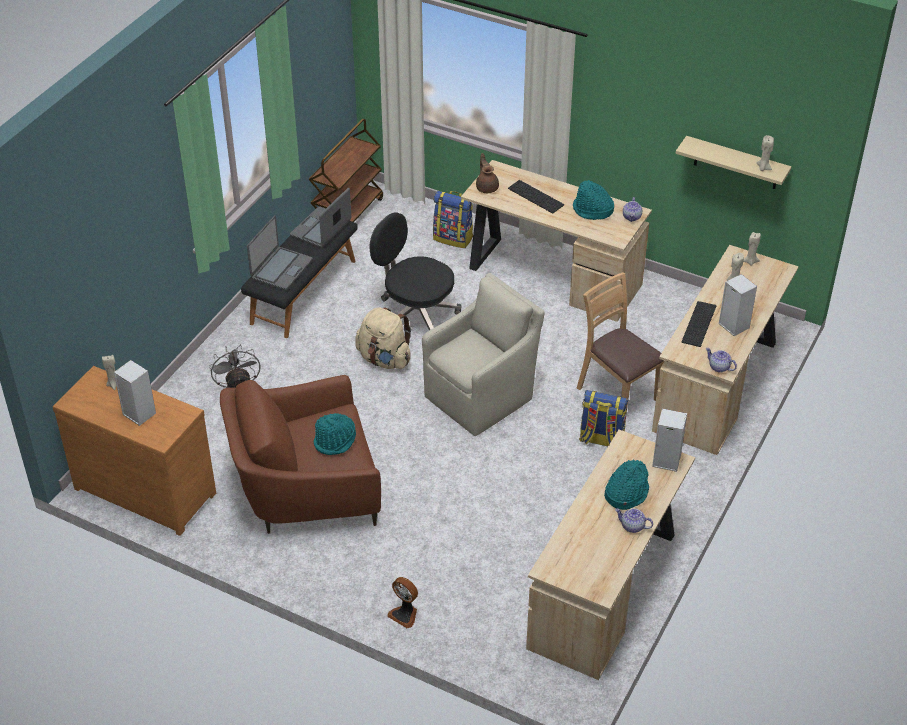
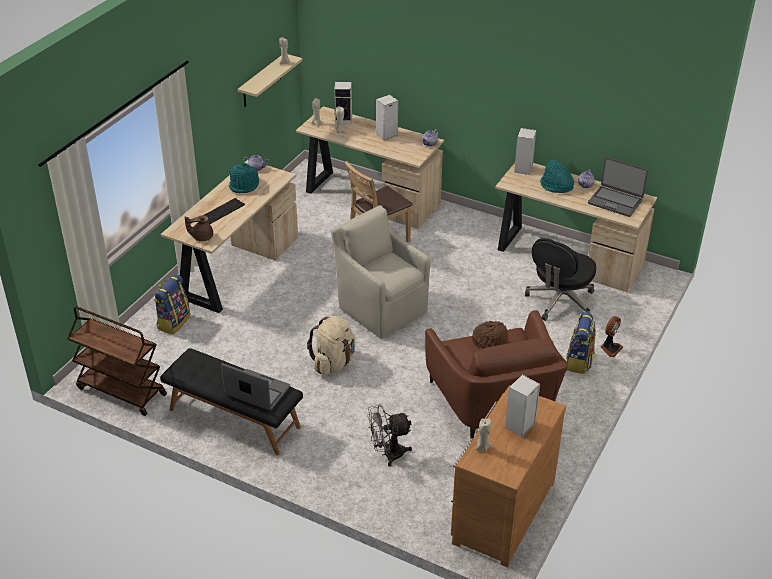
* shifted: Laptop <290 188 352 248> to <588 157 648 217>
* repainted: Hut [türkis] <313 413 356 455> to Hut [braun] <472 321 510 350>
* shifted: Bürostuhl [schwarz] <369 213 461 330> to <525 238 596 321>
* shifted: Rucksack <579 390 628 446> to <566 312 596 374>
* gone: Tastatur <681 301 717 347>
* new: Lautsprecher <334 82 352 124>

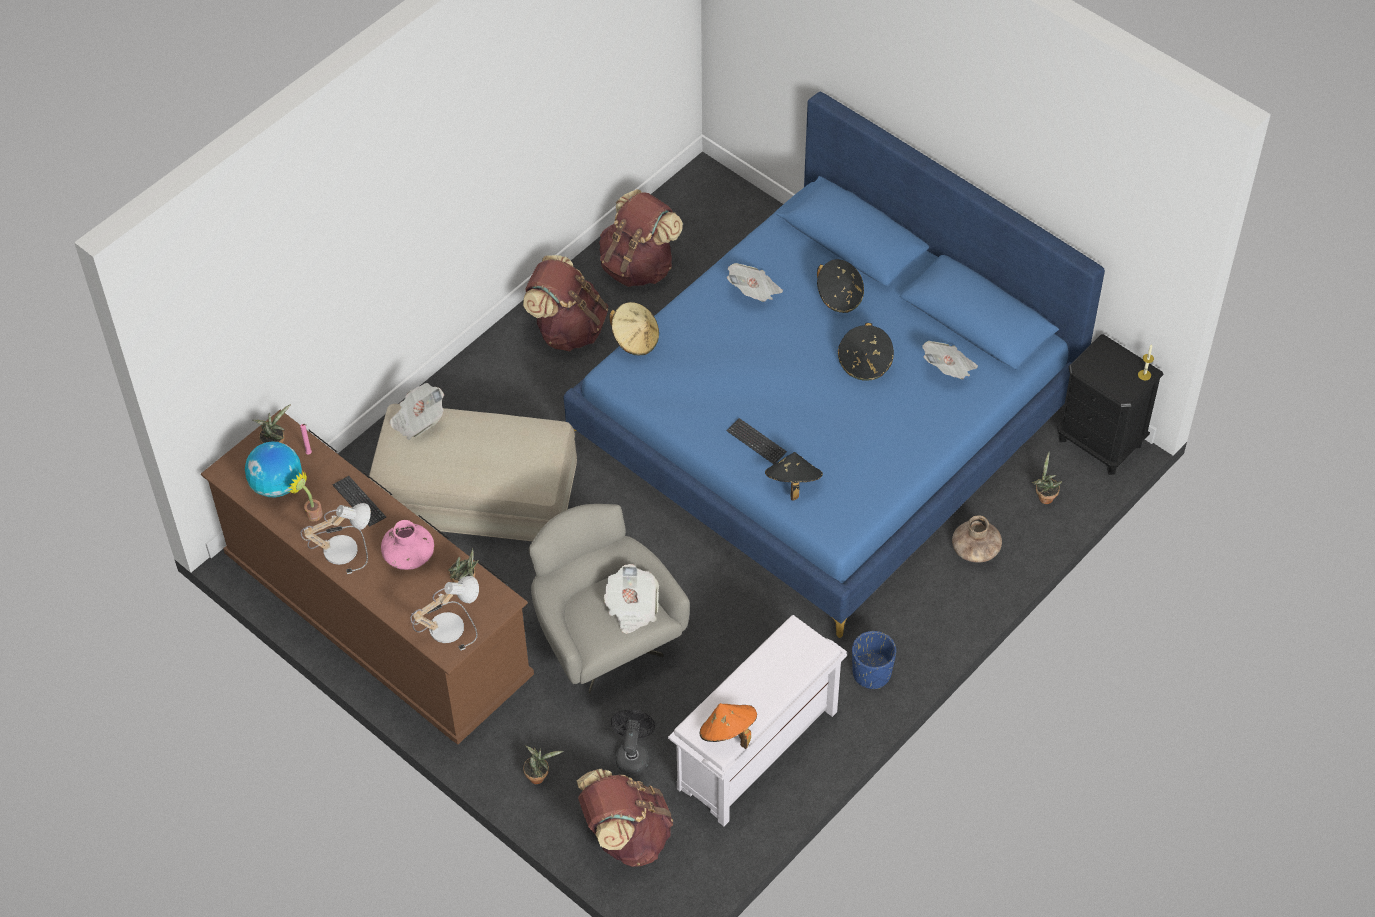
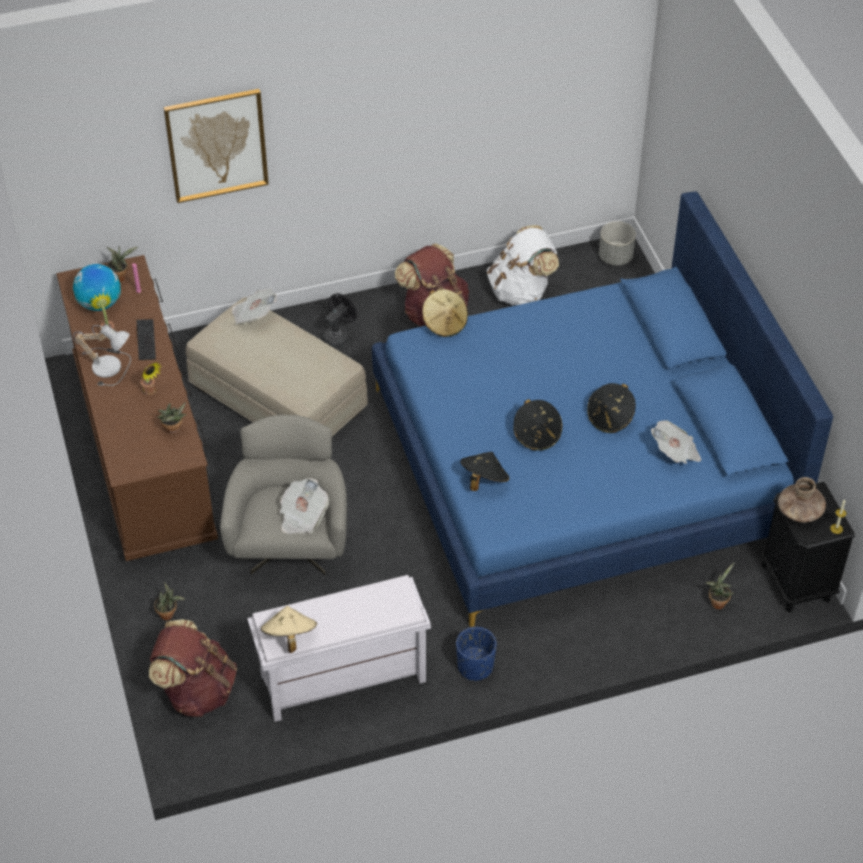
* swapped: Vase [rosa] <381 520 434 570> to Topfpflanze <140 362 162 396>
* gone: Tischlampe <410 576 479 651>
* repainted: Rucksack [braun] <599 189 683 287> to Rucksack [weiß] <487 225 559 305>
* shifted: Ventilator [schwarz] <611 709 655 774> to <323 293 357 348>
* repainted: Hut [orange] <700 703 757 749> to Hut [beige] <261 606 317 653>
* gone: Zeitung <726 263 783 302>
* gone: Tastatur <727 418 787 464>
* shifted: Hut [schwarz] <817 259 864 313> to <514 399 563 451>
* shifted: Vase [braun] <952 515 1002 563> to <778 477 826 523>
* new: Bild <164 89 269 203>
* new: Pflanzkübel [grau] <599 221 636 265>

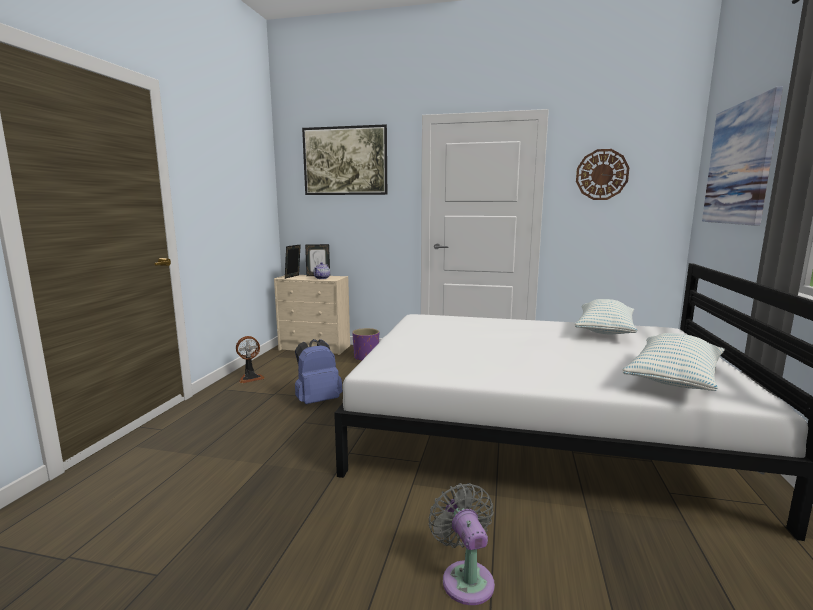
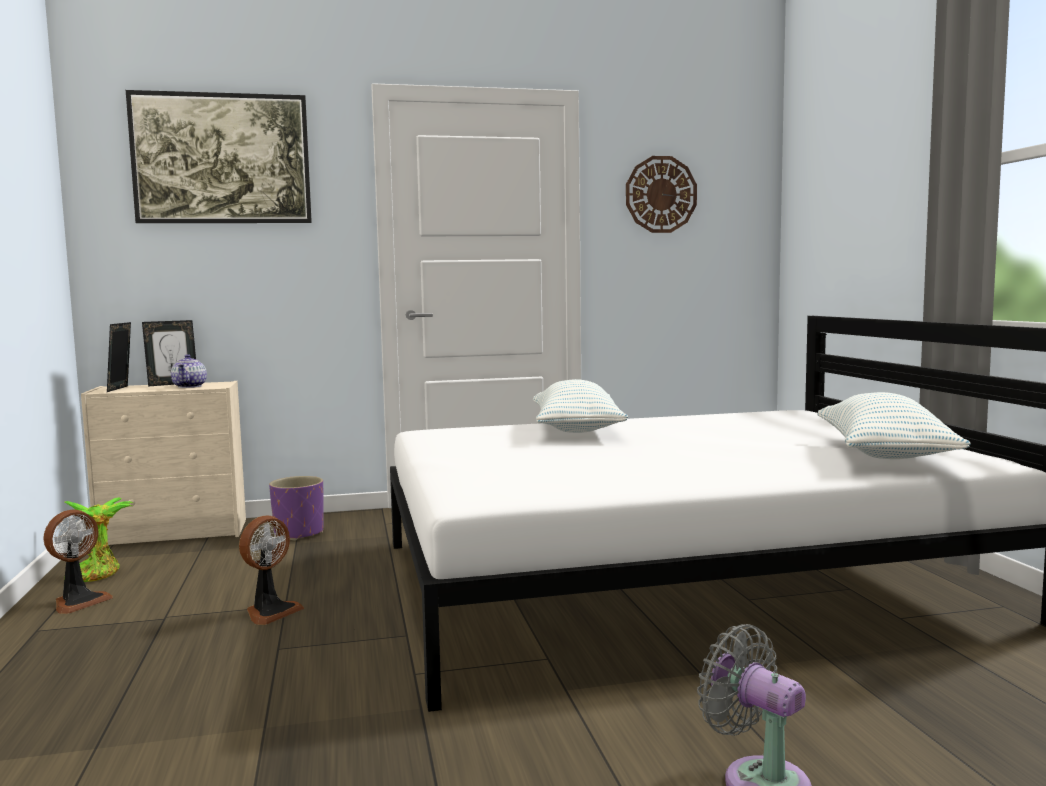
* swapped: Rucksack [blau] <295 339 343 404> to Ventilator <239 515 304 625>
* shifted: Kissen <575 299 638 335> to <533 379 628 433>
* gone: Bild <702 87 783 226>
* new: Topfpflanze <64 497 133 582>

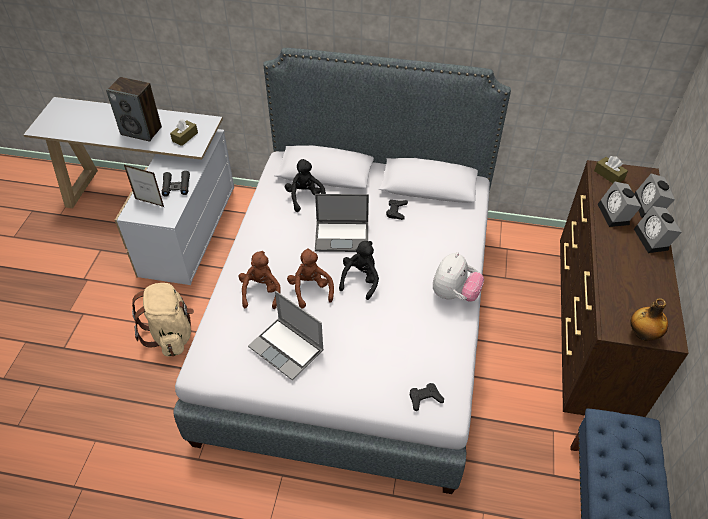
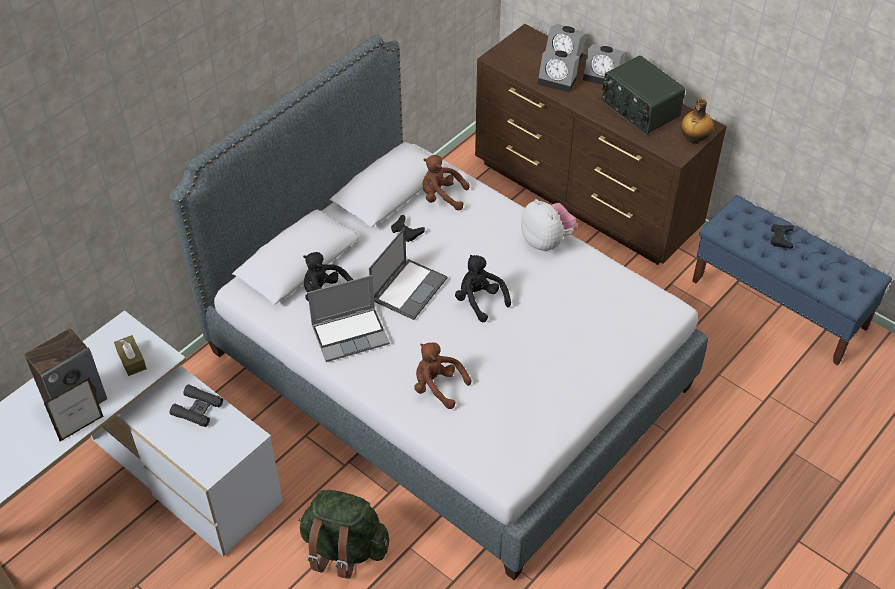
* shifted: Bilderrahmen <124 165 164 207> to <44 378 103 441>
* repainted: Rucksack [beige] <132 283 194 356> to Rucksack [grün] <299 490 389 579>
* shifted: Laptop <248 291 324 380> to <308 275 390 362>
* shifted: Plüschtier [braun] <287 248 334 309> to <422 155 470 211>
* shifted: Gamepad [schwarz] <410 383 444 411> to <770 224 794 249>
* gone: Taschentuchbox [braun] <594 156 628 183>
* new: Radio <602 55 685 135>

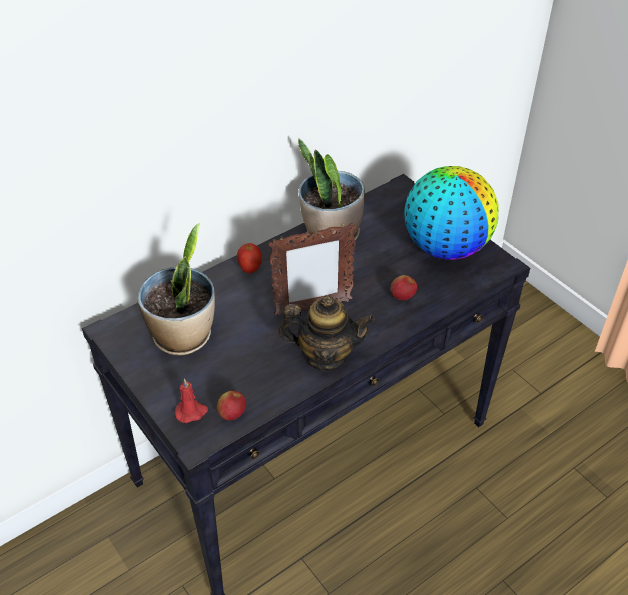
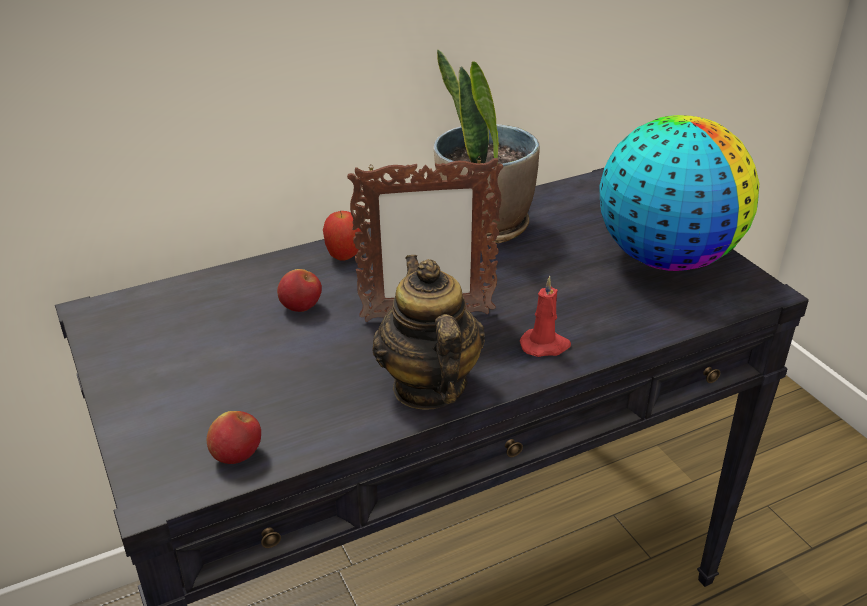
* gone: Topfpflanze <137 223 215 355>
* shifted: Kerze [rot] <175 378 208 423> to <520 276 571 357>
* rotated: Teekanne <278 295 375 371> = <372 255 485 409> 120 degrees counterclockwise
* shifted: Apfel <391 275 417 300> to <277 269 322 312>

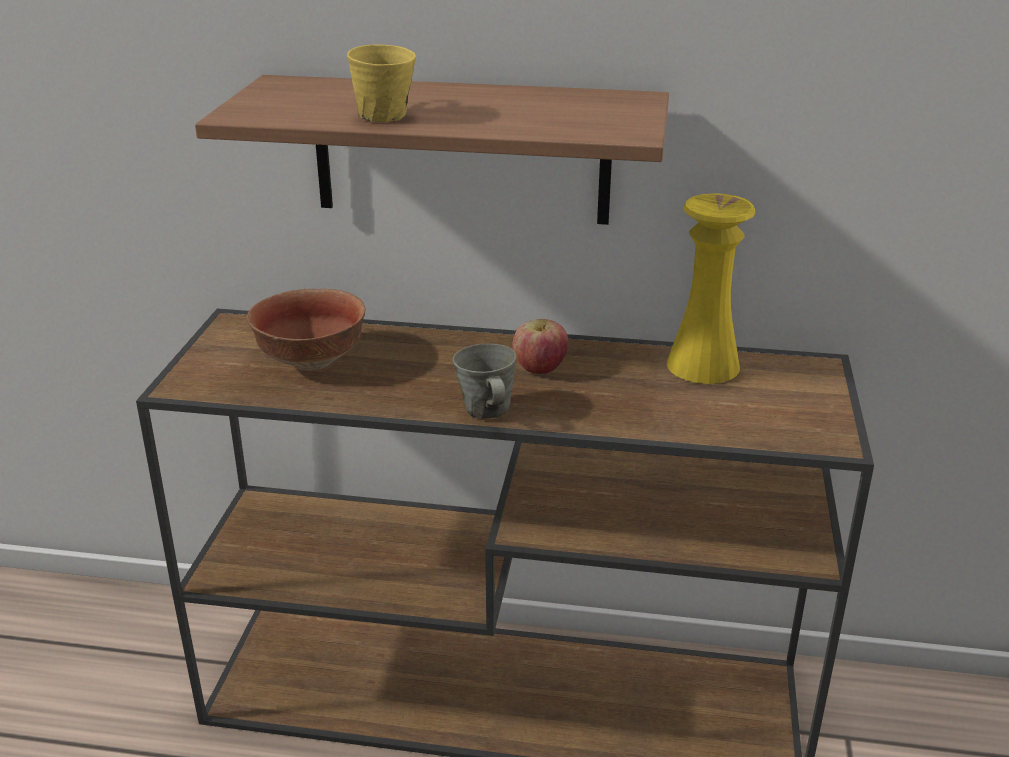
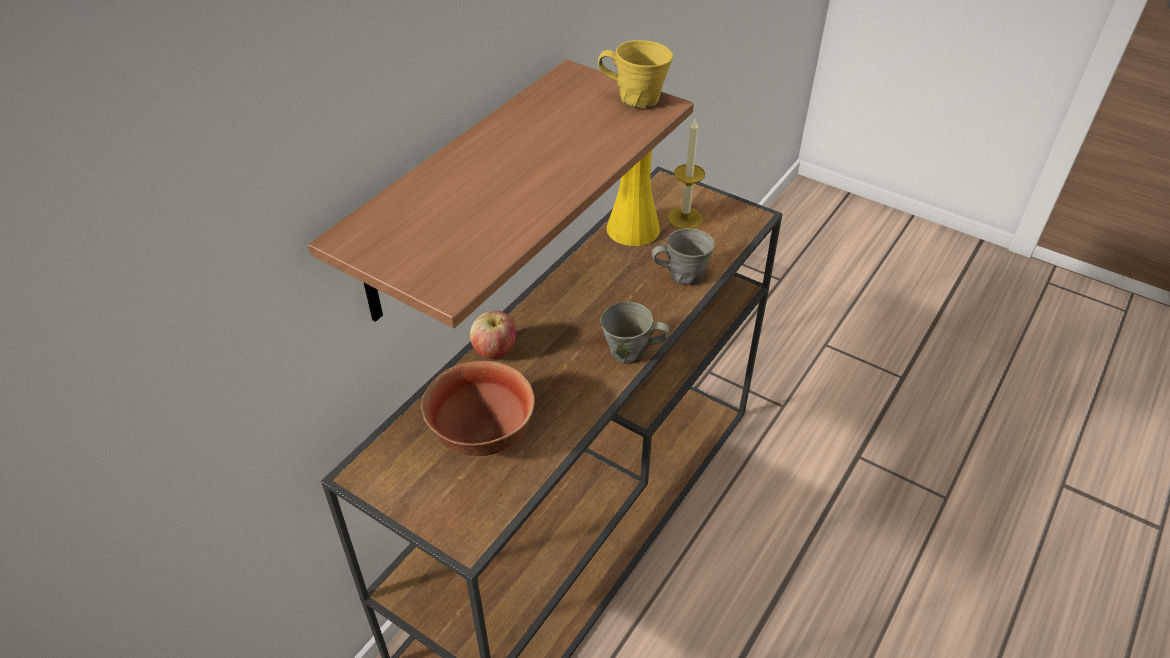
* shifted: Henkelbecher [gelb] <347 45 416 122> to <598 40 673 108>
* shifted: Apfel <512 319 568 374> to <470 311 516 359>
* new: Henkelbecher [grau] <652 228 715 285>
* new: Kerze <667 119 705 229>

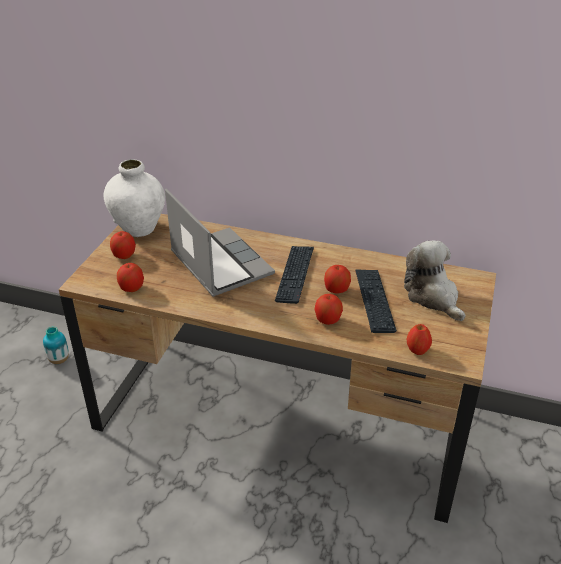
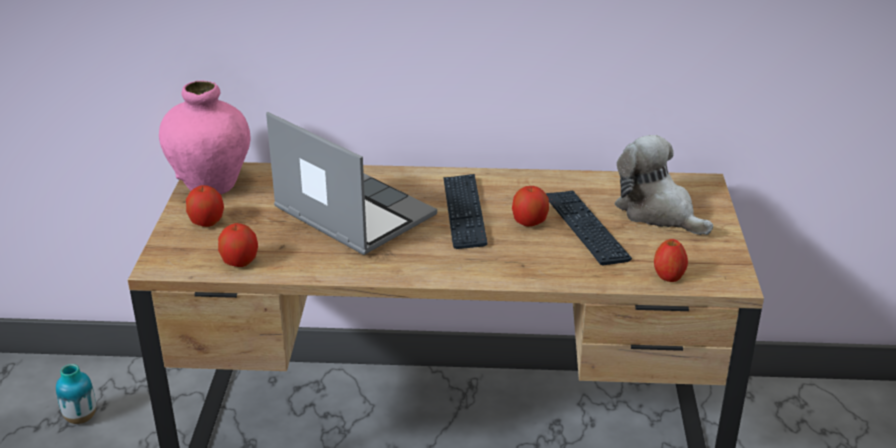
* repainted: Vase [weiß] <103 159 165 237> to Vase [rosa] <159 80 250 194>
* gone: Apfel <314 294 343 325>

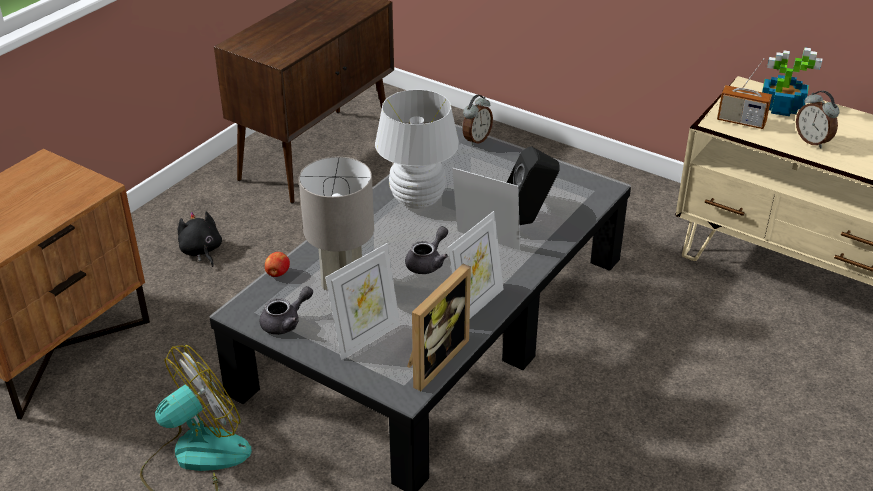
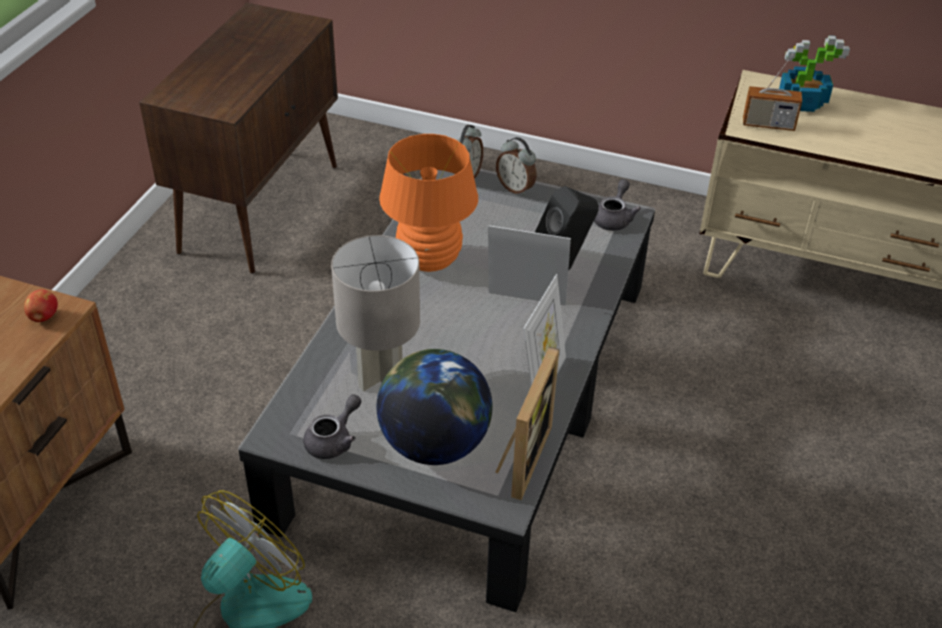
* gone: Plüschtier [schwarz] <178 211 222 267>
* shifted: Apfel <265 252 290 277> to <24 289 58 322>
* swapped: Bilderrahmen <325 243 400 360> to Globus <377 349 492 465>
* repainted: Tischlampe [weiß] <375 89 459 209> to Tischlampe [orange] <379 134 478 272>
* shifted: Teekanne [grau] <405 226 448 274> to <594 179 641 231>
* shifted: Wecker <796 90 840 148> to <496 137 536 196>

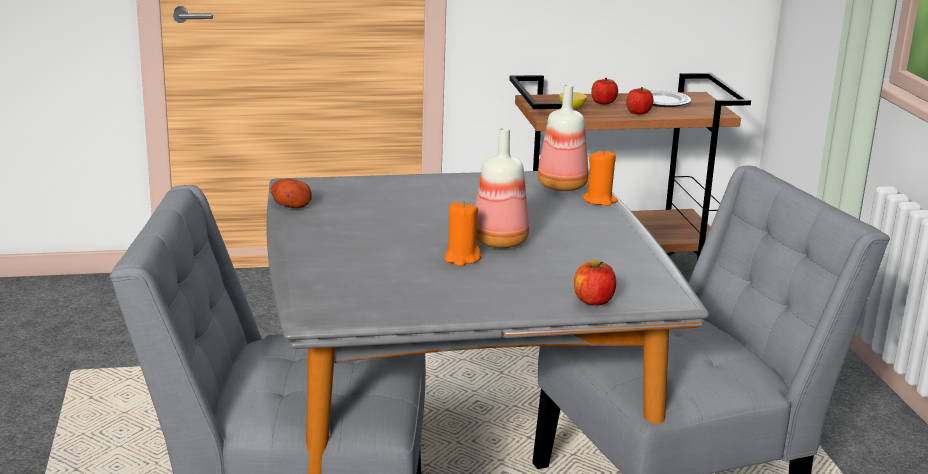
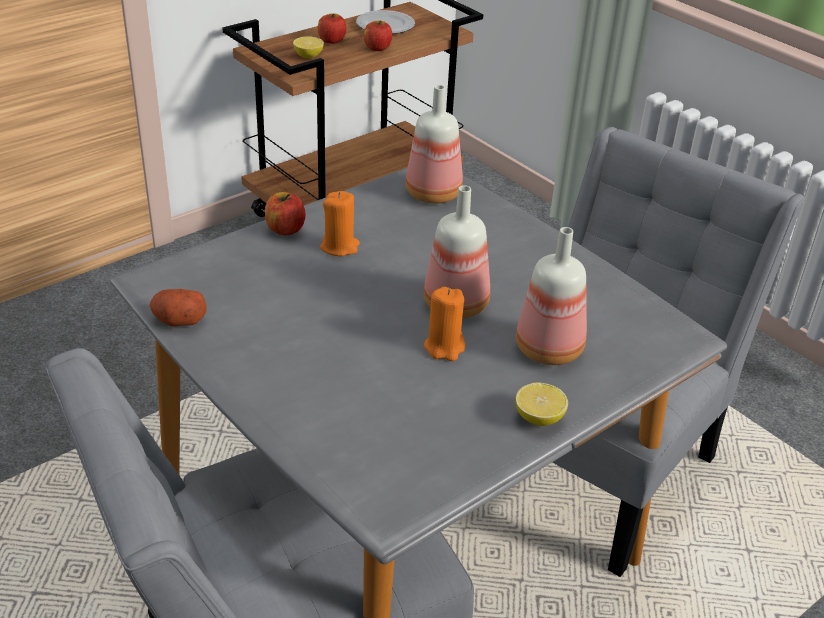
* shifted: Apfel <574 261 616 306> to <265 192 306 235>
* shifted: Kerze [orange] <583 149 618 206> to <320 191 360 256>
* new: Zitrone <515 382 568 426>
* new: Flasche <516 227 587 365>

